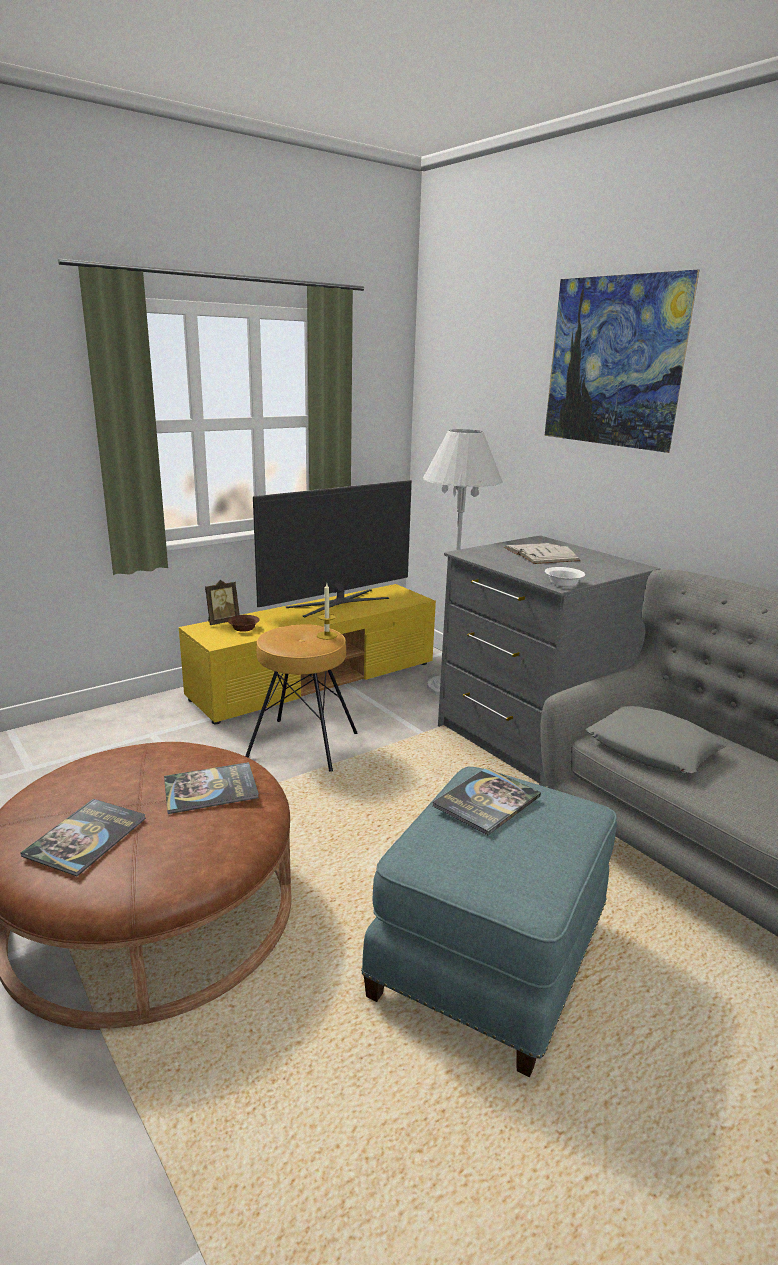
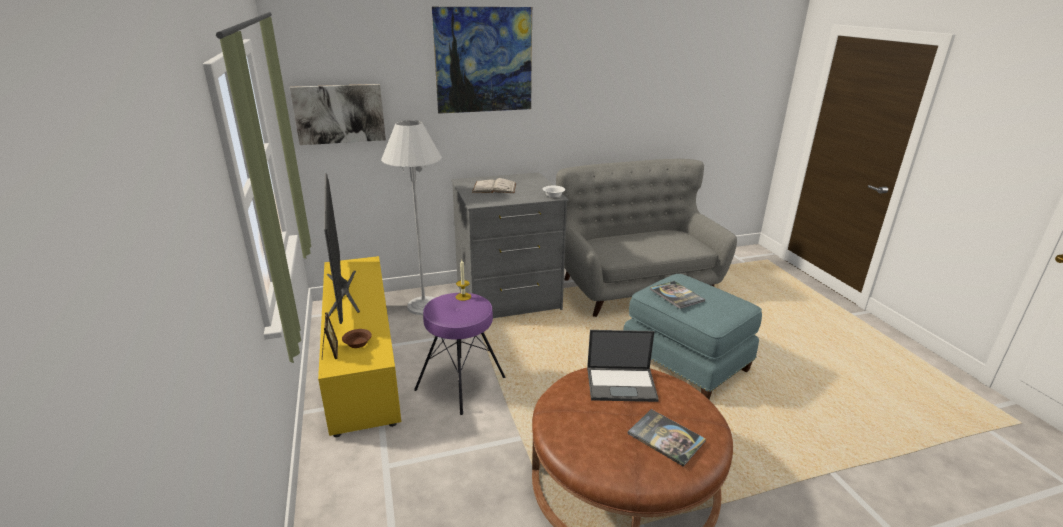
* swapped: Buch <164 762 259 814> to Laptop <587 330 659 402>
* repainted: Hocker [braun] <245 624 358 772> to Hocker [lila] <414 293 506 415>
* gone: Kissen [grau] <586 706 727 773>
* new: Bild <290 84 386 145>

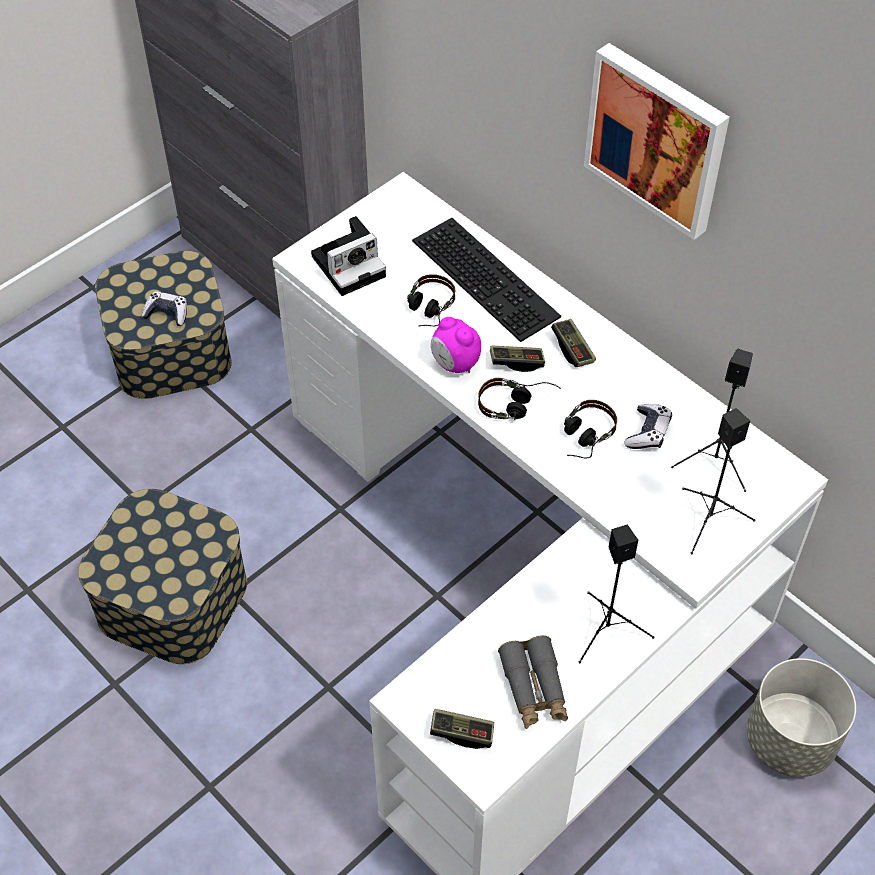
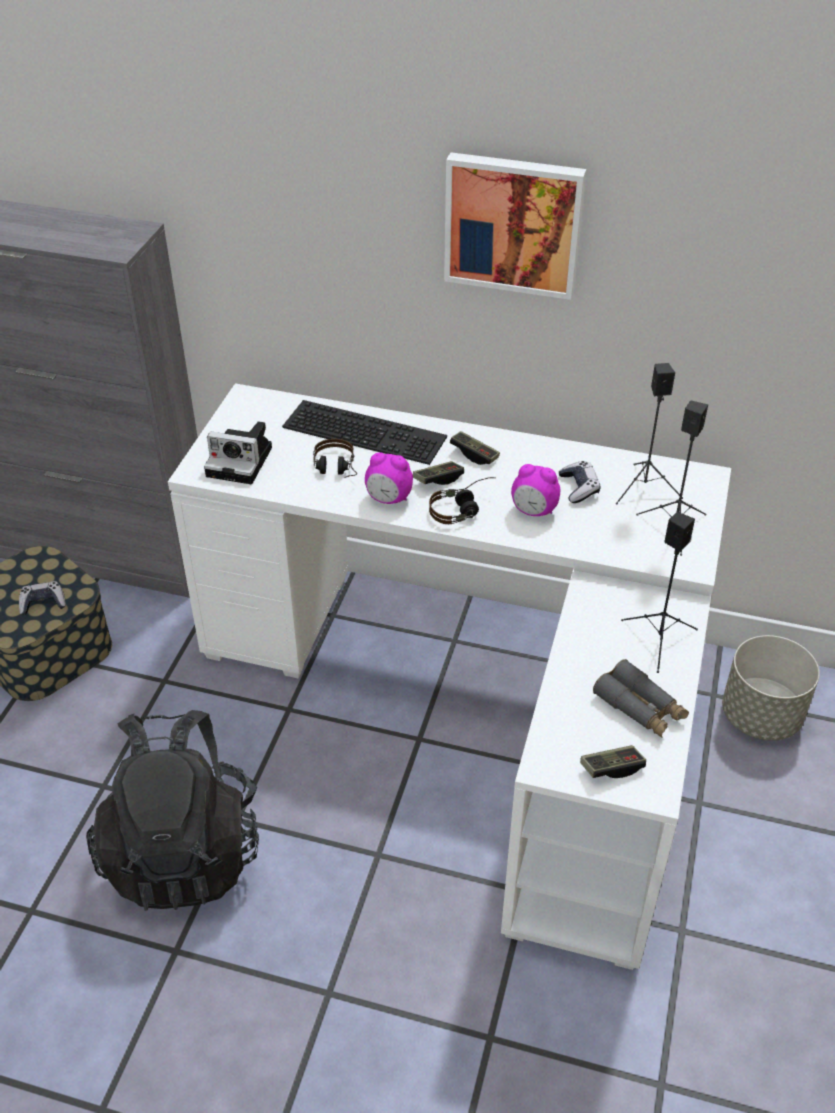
* swapped: Aufbewahrungsbox <78 489 247 664> to Rucksack [schwarz] <86 710 259 911>
* rotated: Kamera <311 216 386 296> = <204 421 272 484> 75 degrees clockwise
* swapped: Kopfhörer <564 400 617 459> to Wecker <511 464 560 516>

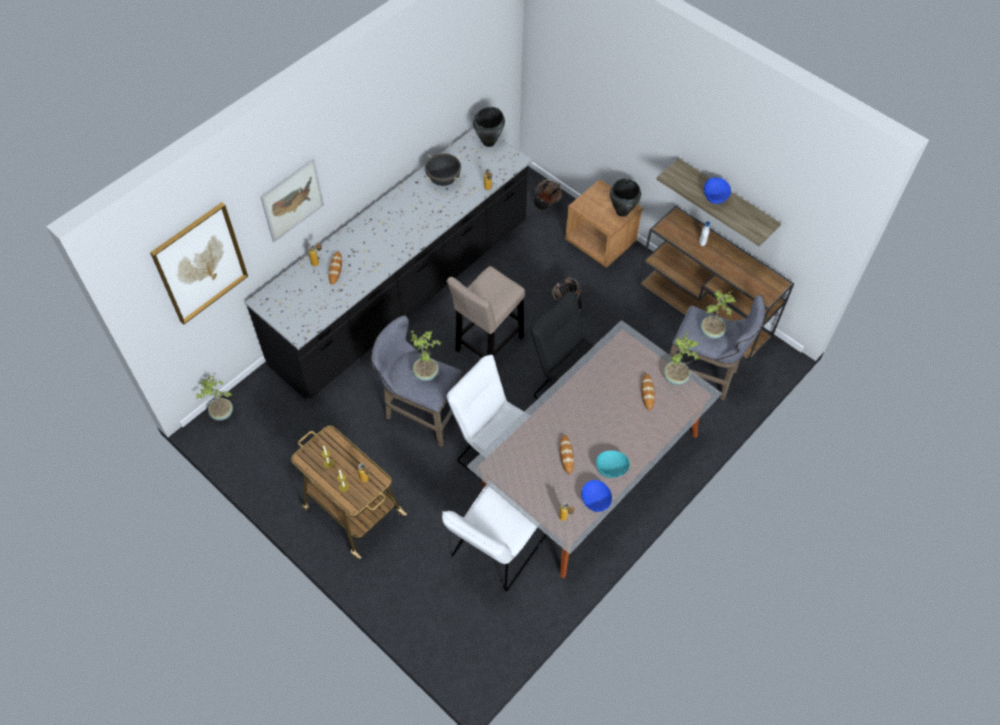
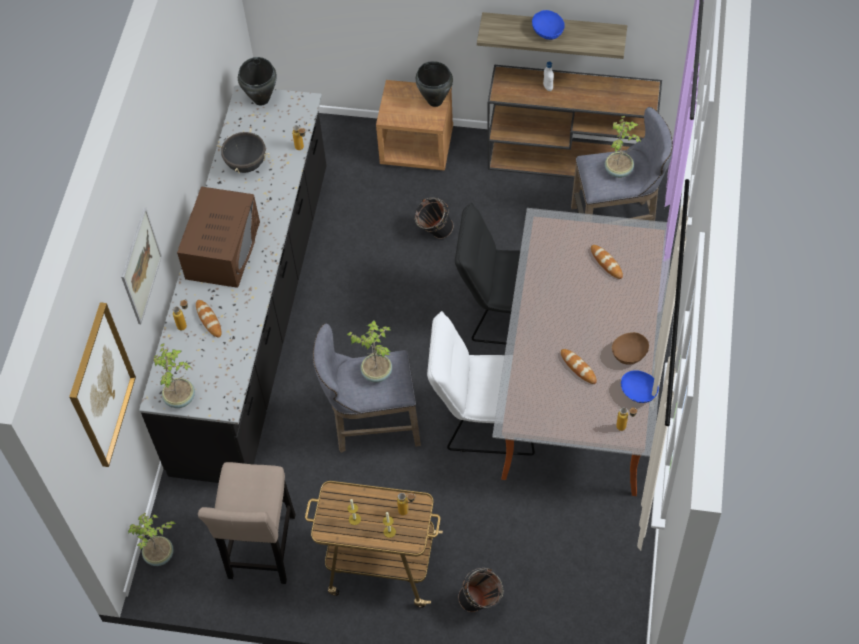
* gone: Stuhl [weiß] <442 484 547 591>
* shifted: Hocker [beige] <447 266 525 358> to <198 462 296 584>
* shifted: Eimer [schwarz] <533 180 562 211> to <458 568 503 612>
* repainted: Schüssel [türkis] <596 450 630 478> to Schüssel [braun] <612 332 649 365>
* shifted: Topfpflanze <664 332 699 385> to <154 343 195 408>
* new: Mikrowelle [braun] <177 186 260 288>

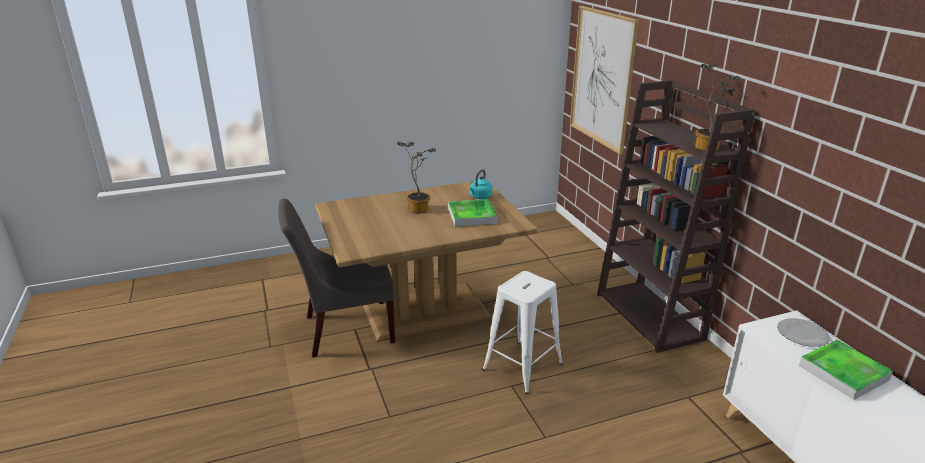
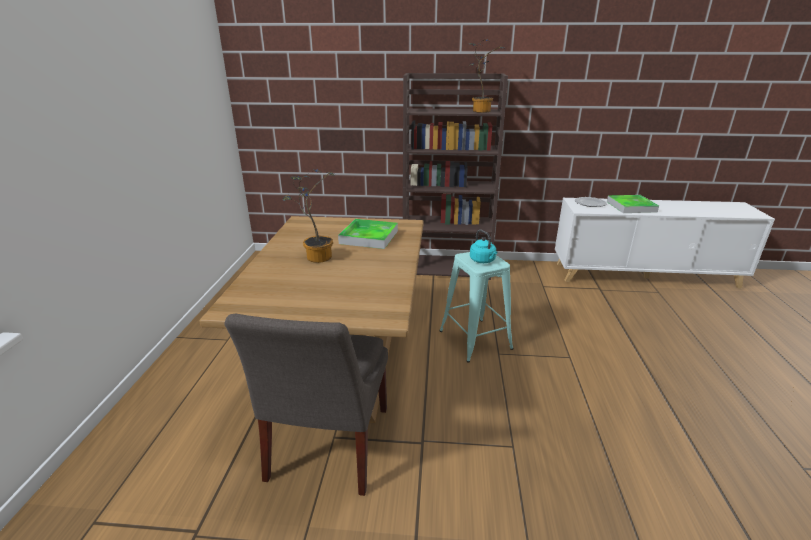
* shifted: Wasserkessel [türkis] <470 170 492 199> to <470 230 497 263>
* repainted: Hocker [weiß] <482 271 563 394> to Hocker [türkis] <439 252 514 363>
* gone: Bild <570 6 639 154>

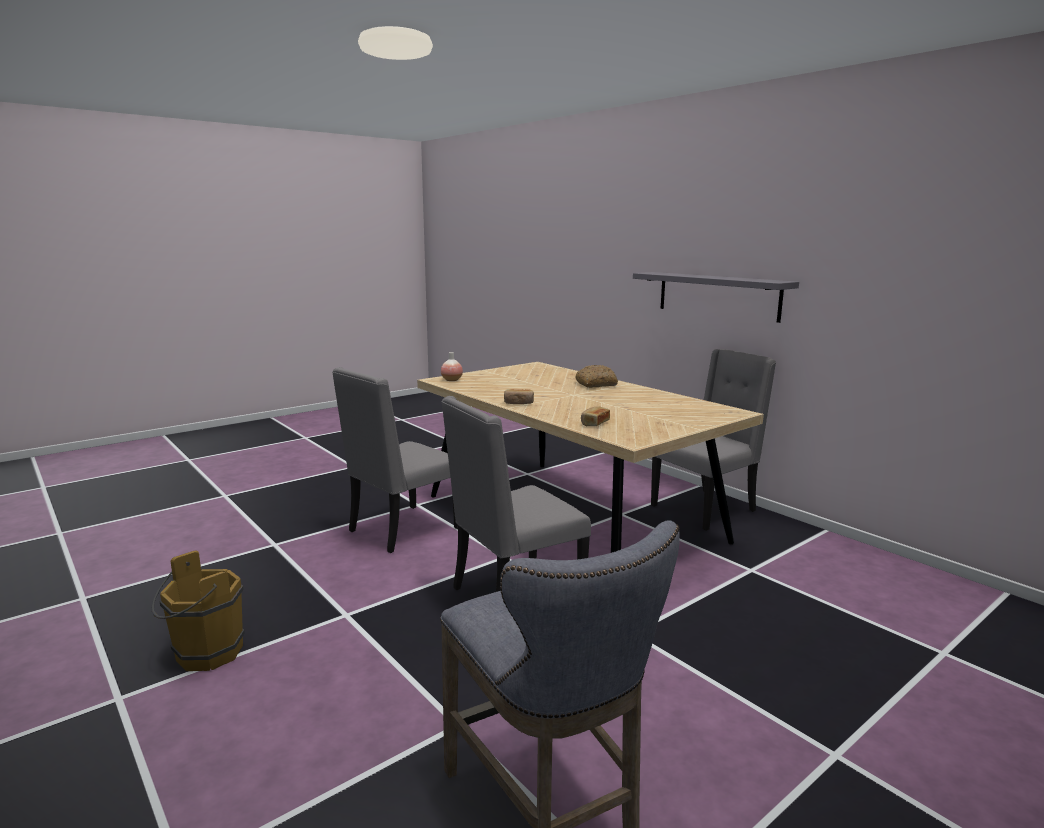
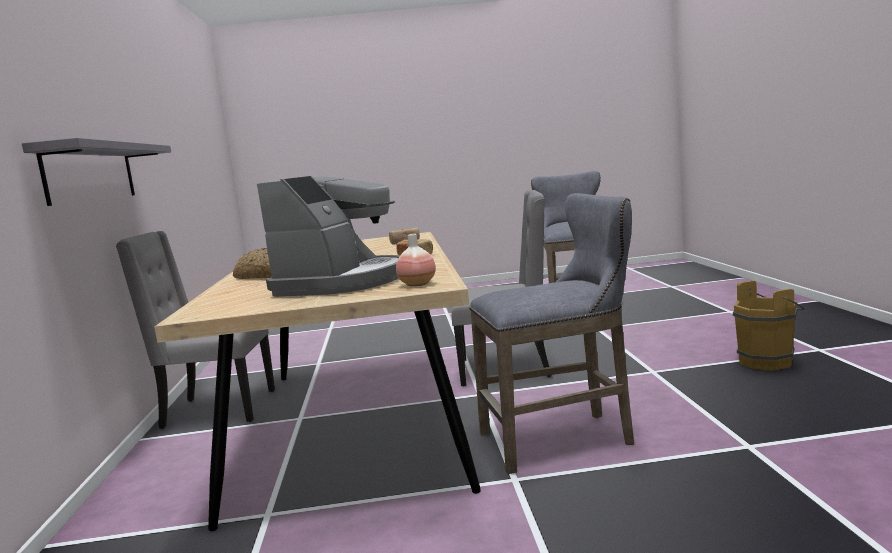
* swapped: Stuhl [grau] <332 367 458 553> to Hocker [grau] <469 193 634 474>
* new: Kaffeemaschine <257 176 400 297>

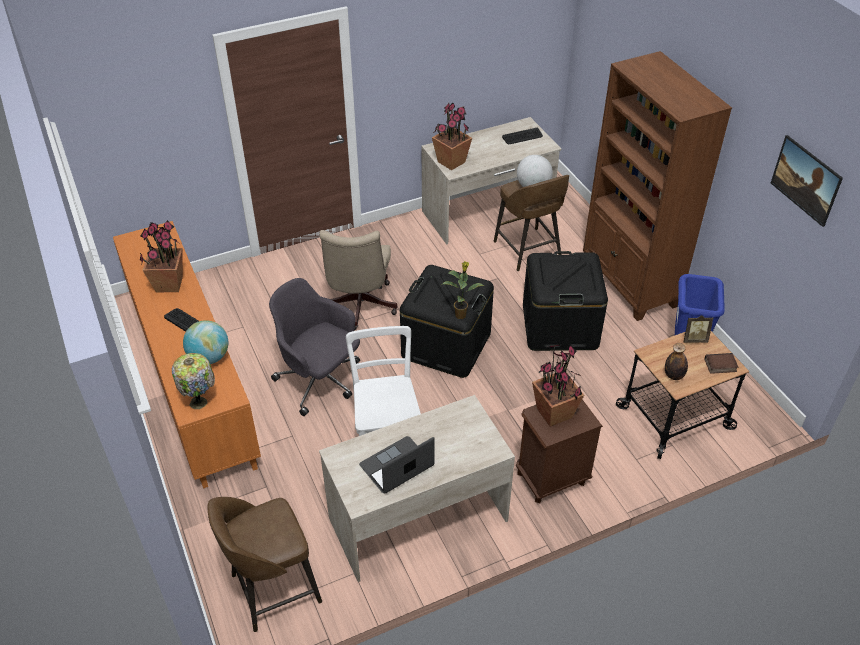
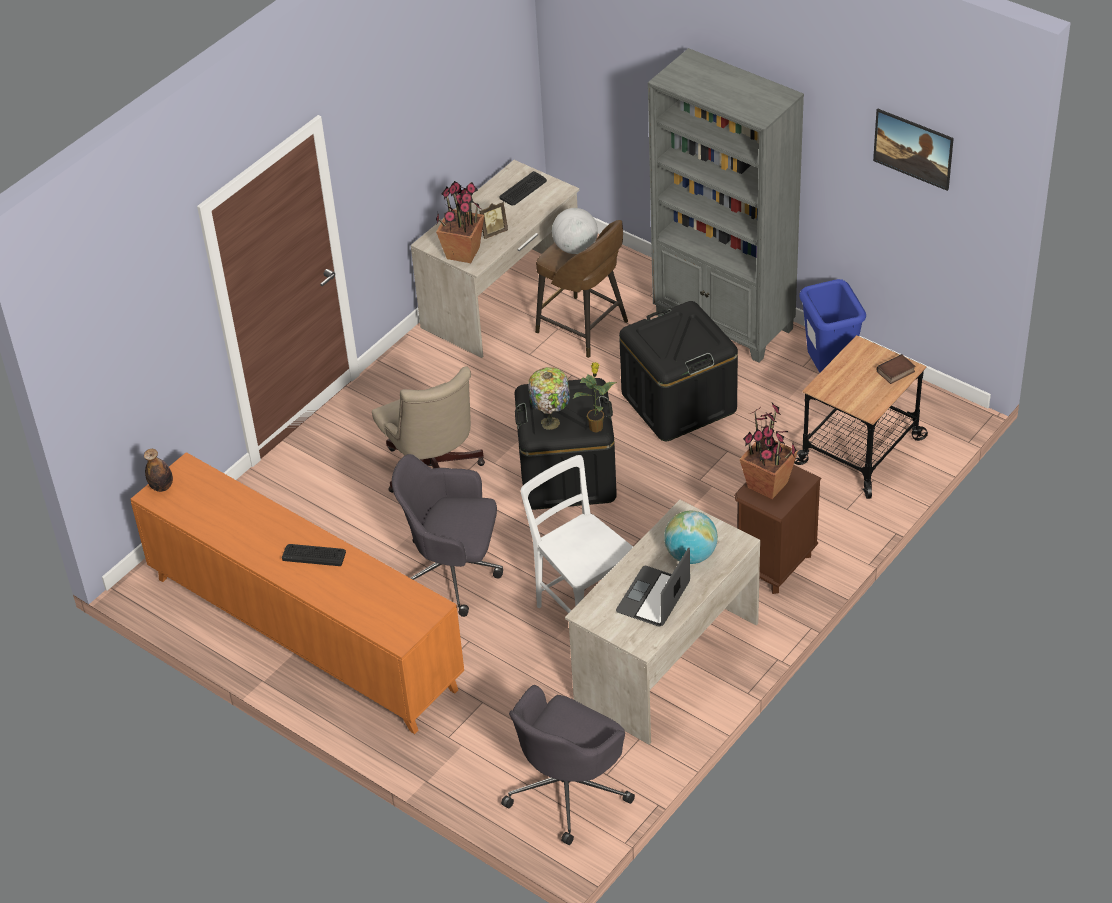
* gone: Topfpflanze <140 220 183 292>
* shifted: Tischlampe <172 353 215 409> to <528 367 570 430>
* shifted: Globus <183 320 228 364> to <664 511 718 564>
* swapped: Hocker [braun] <208 497 322 632> to Bürostuhl [grau] <501 685 635 845>
* repainted: Bücherregal [braun] <583 51 732 321> to Bücherregal [grau] <648 48 804 363>
* shifted: Flasche <665 343 688 380> to <144 449 173 492>
* shifted: Bilderrahmen <684 315 713 343> to <479 202 508 239>

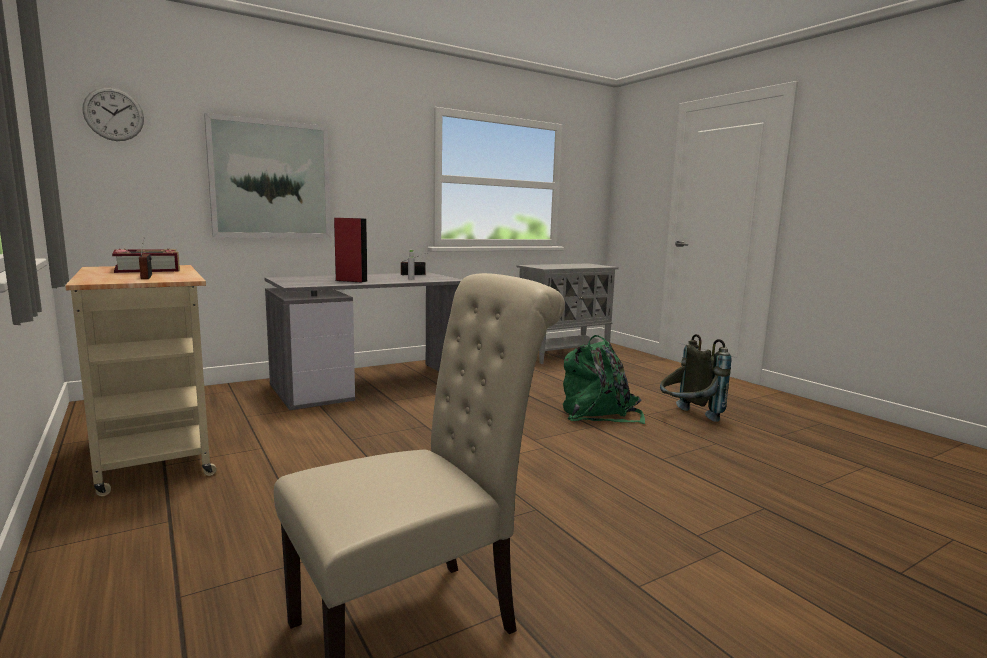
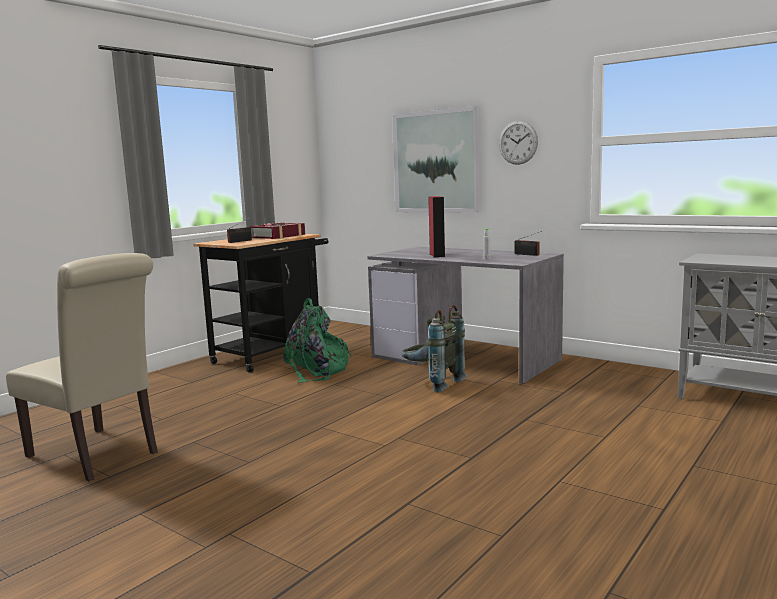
* repainted: Rollwagen [beige] <65 265 217 496> to Rollwagen [schwarz] <193 234 329 373>
* shifted: Wanduhr <82 87 144 141> to <499 121 538 165>
* shifted: Rucksack [grün] <563 335 645 424> to <283 298 352 383>
* shifted: Rucksack [grau] <660 334 732 422> to <402 305 466 392>

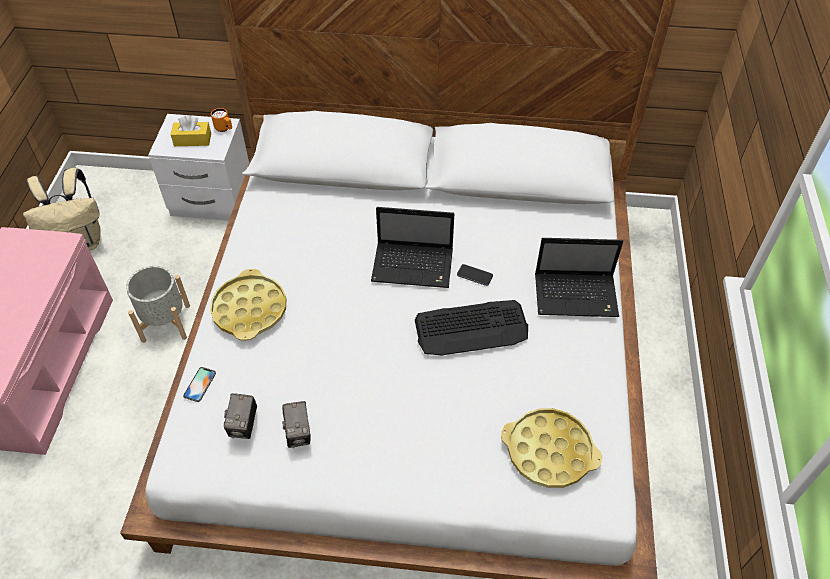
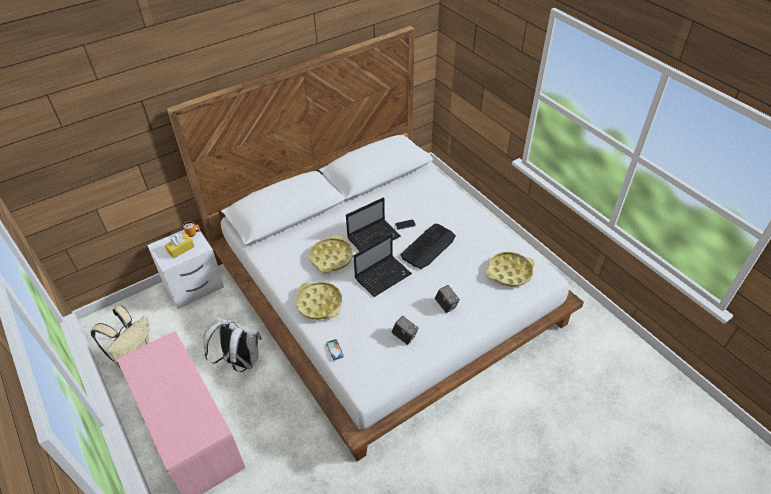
* swapped: Pflanzkübel [grau] <126 265 190 343> to Rucksack [weiß] <203 317 262 372>
* shifted: Kamera <224 393 257 439> to <435 285 460 313>
* shifted: Laptop <535 238 623 317> to <354 234 412 297>
* new: Tablett [gelb] <310 235 353 273>

